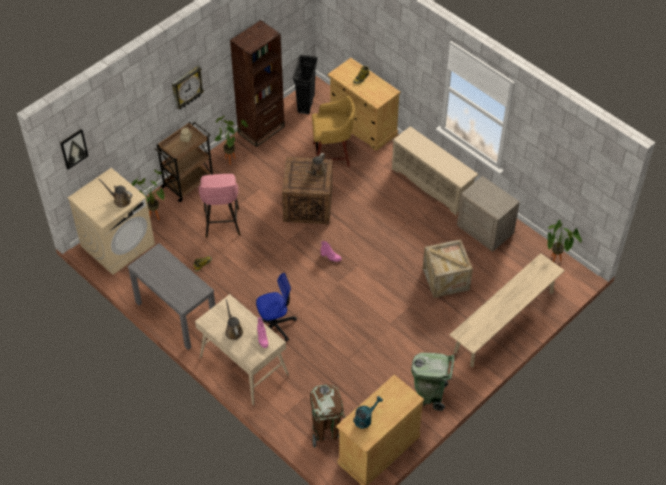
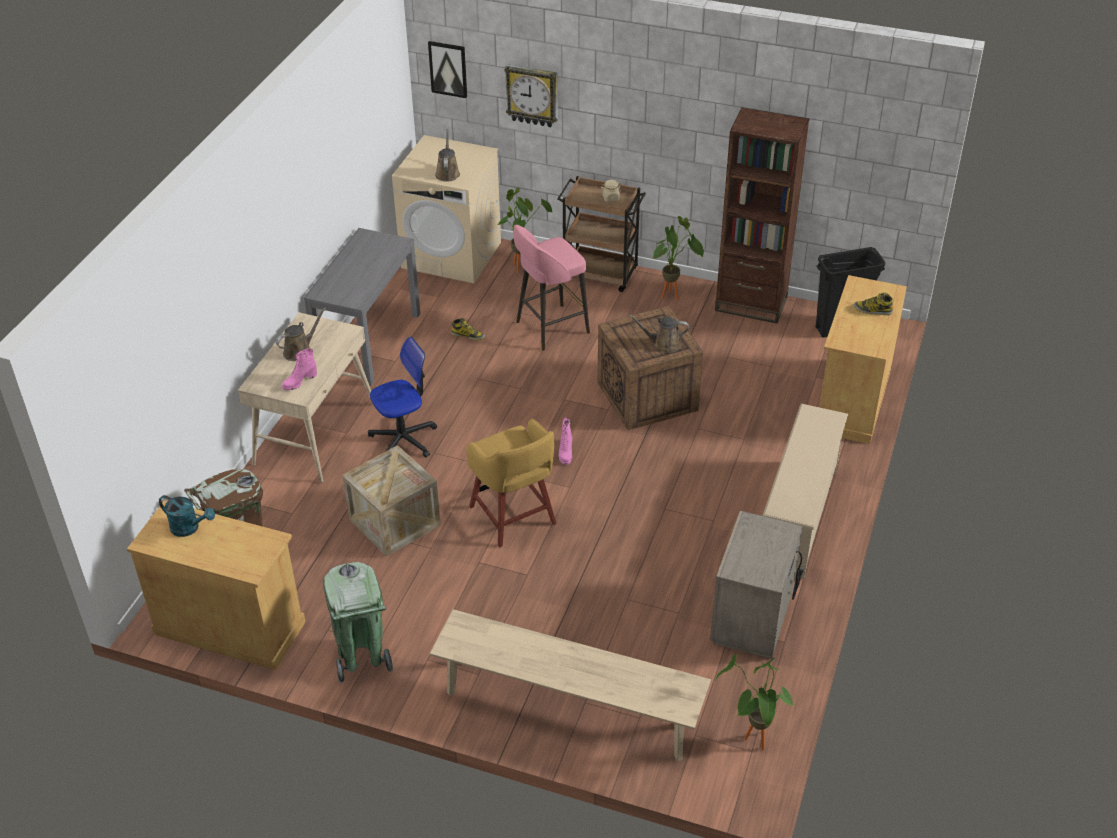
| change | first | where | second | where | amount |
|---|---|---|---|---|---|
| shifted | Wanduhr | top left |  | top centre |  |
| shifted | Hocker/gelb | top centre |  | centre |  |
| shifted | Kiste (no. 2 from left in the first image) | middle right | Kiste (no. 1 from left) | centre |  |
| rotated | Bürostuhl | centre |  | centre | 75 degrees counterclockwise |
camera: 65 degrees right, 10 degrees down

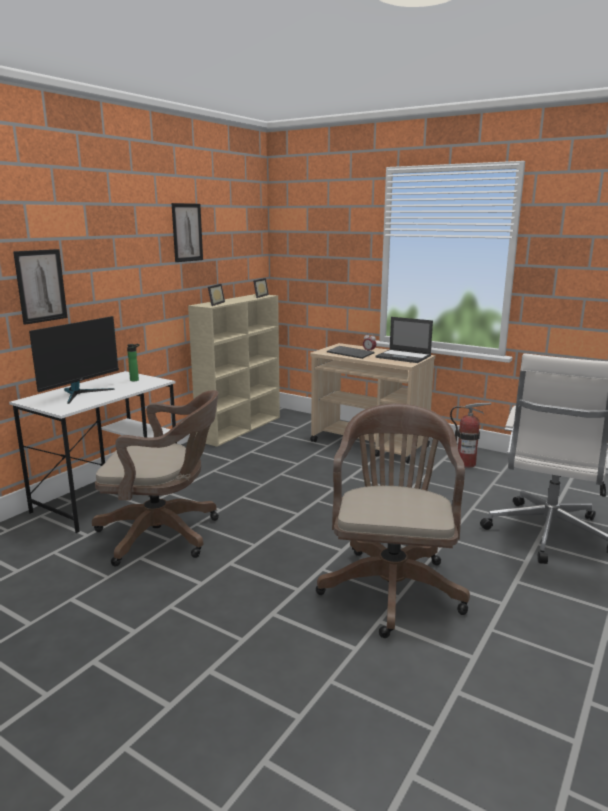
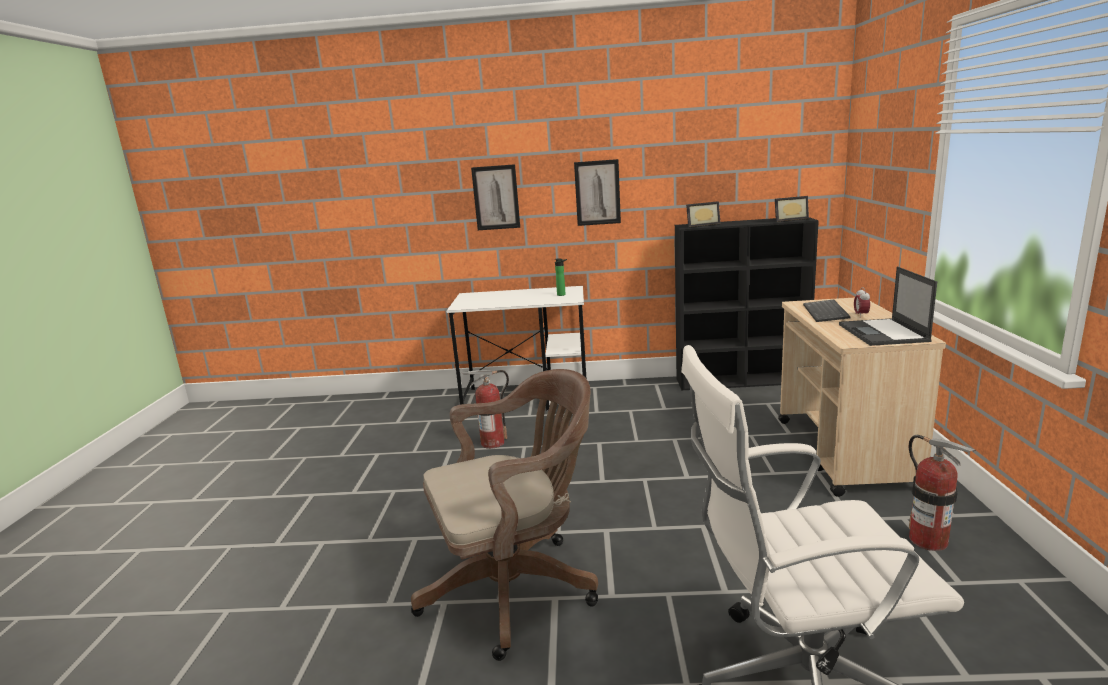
| change | first | where | second | where | amount |
|---|---|---|---|---|---|
| gone | Monitor | middle left |  |  |  |
| shifted | Bild (no. 2 from left) | top left |  | top centre |  |
| swapped | Bürostuhl/braun (no. 1 from left) | middle left | Feuerlöscher (no. 1 from left) | centre |  |
| repainted | Bücherregal/beige | centre | Bücherregal/schwarz | middle right |  |
camera: 60 degrees right, 0 degrees up

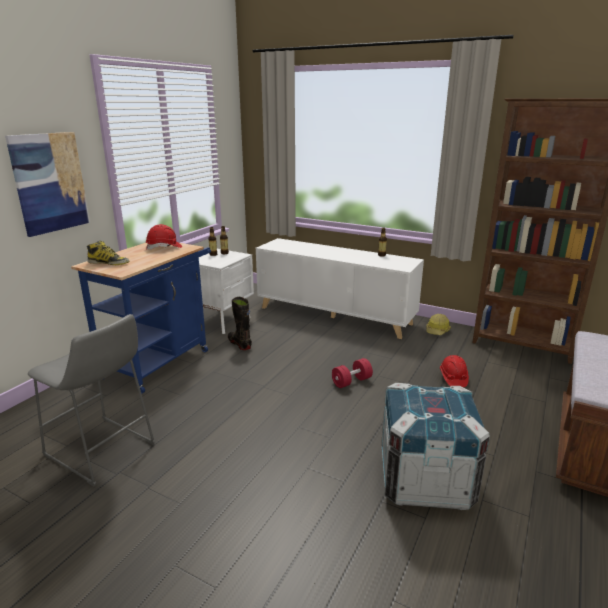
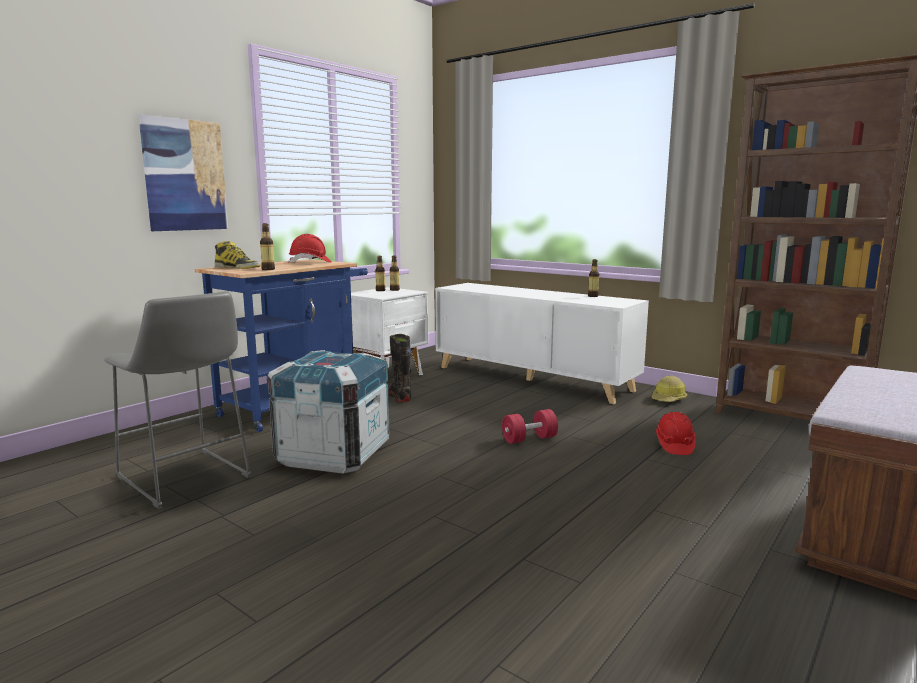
| change | first | where | second | where | amount |
|---|---|---|---|---|---|
| new |  |  | Flasche (no. 1 from left) | middle left |  |
| shifted | Kiste | bottom right |  | centre |  |
camera: 10 degrees right, 10 degrees down

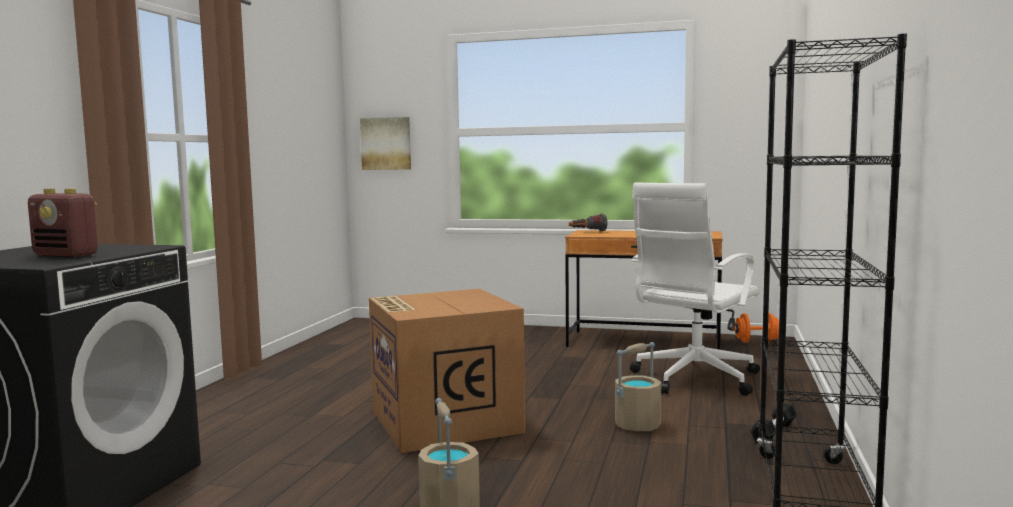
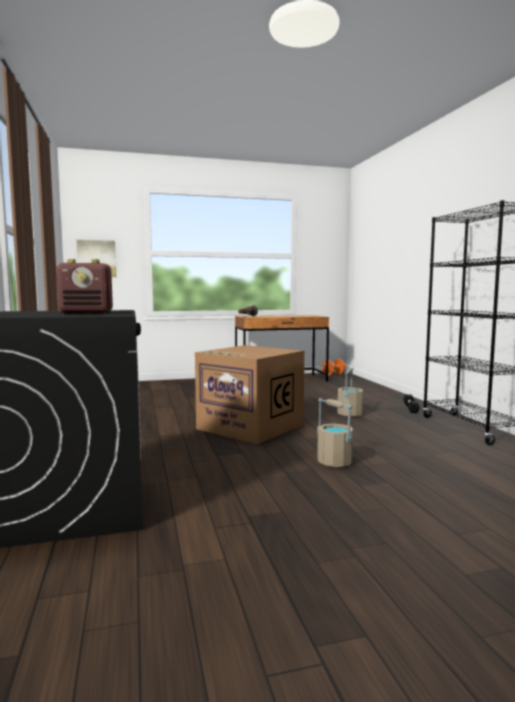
| change | first | where | second | where | amount |
|---|---|---|---|---|---|
| gone | Bürostuhl/weiß | middle right |  |  |  |
camera: 30 degrees left, 0 degrees up

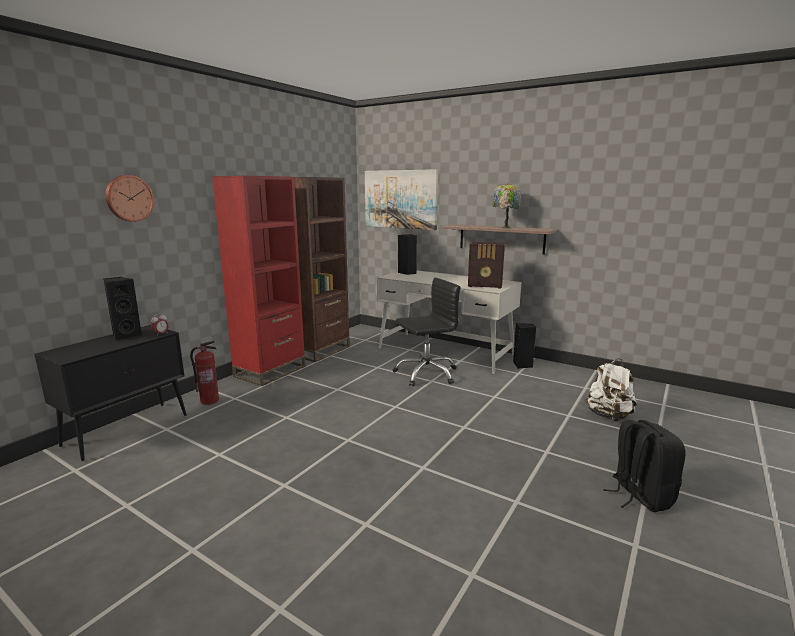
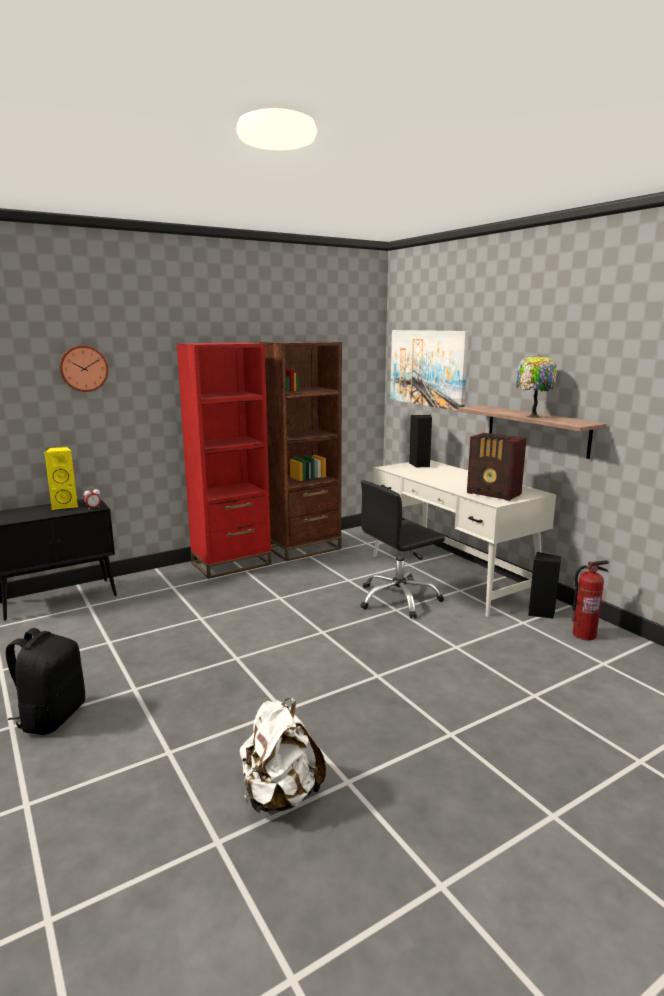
| change | first | where | second | where | amount |
|---|---|---|---|---|---|
| shifted | Feuerlöscher | middle left |  | middle right |  |
| shifted | Rucksack/weiß | middle right |  | bottom centre |  |
| shifted | Rucksack/schwarz | bottom right |  | bottom left |  |
| repainted | Lautsprecher/schwarz (no. 1 from left) | middle left | Lautsprecher/gelb | middle left |  |
| rotated | Bürostuhl/schwarz | centre |  | centre | 150 degrees clockwise |
camera: 25 degrees right, 0 degrees up

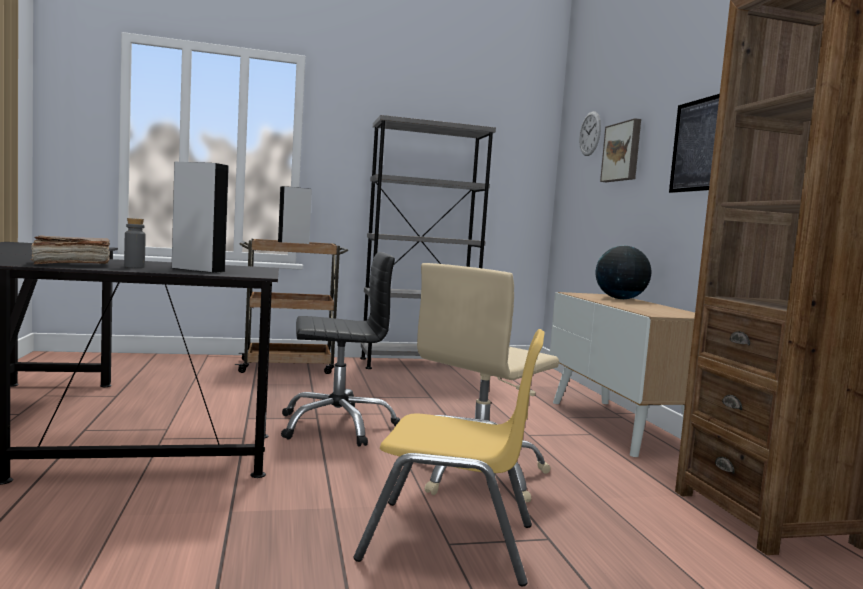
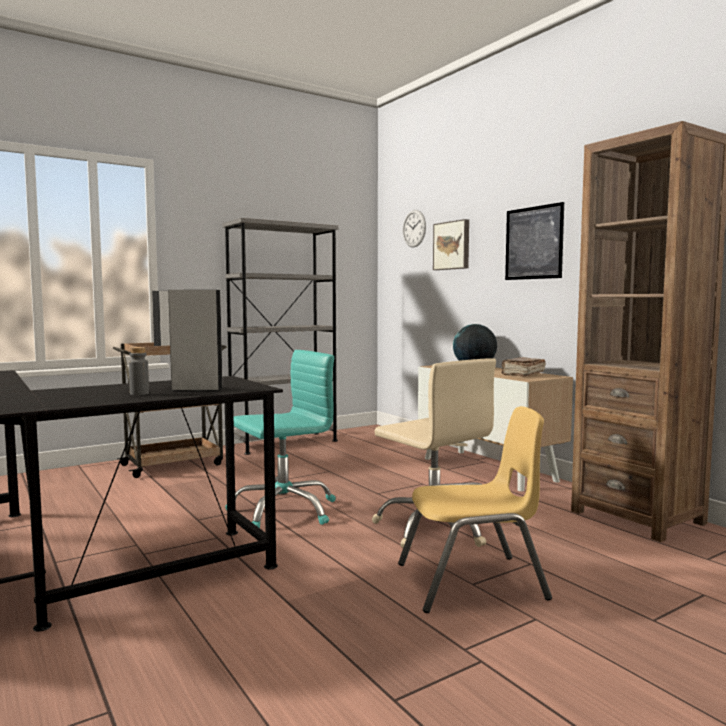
| change | first | where | second | where | amount |
|---|---|---|---|---|---|
| shifted | Buch/braun | middle left |  | middle right |  |
| repainted | Bürostuhl/schwarz | centre | Bürostuhl/türkis | centre |  |
| rotated | Bürostuhl/beige | centre |  | centre | 60 degrees counterclockwise |
camera: 20 degrees left, 0 degrees up

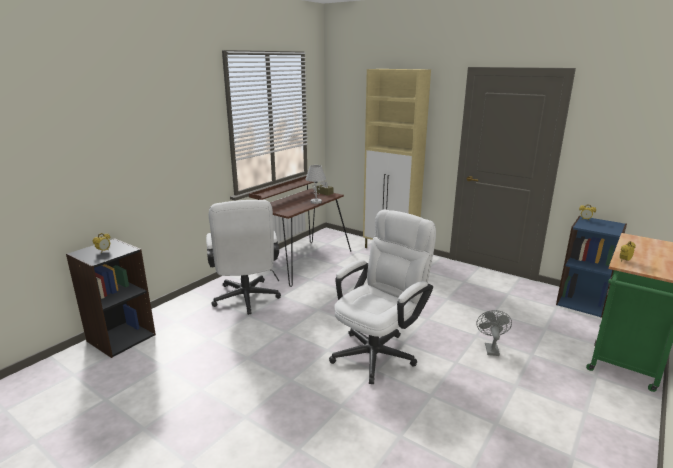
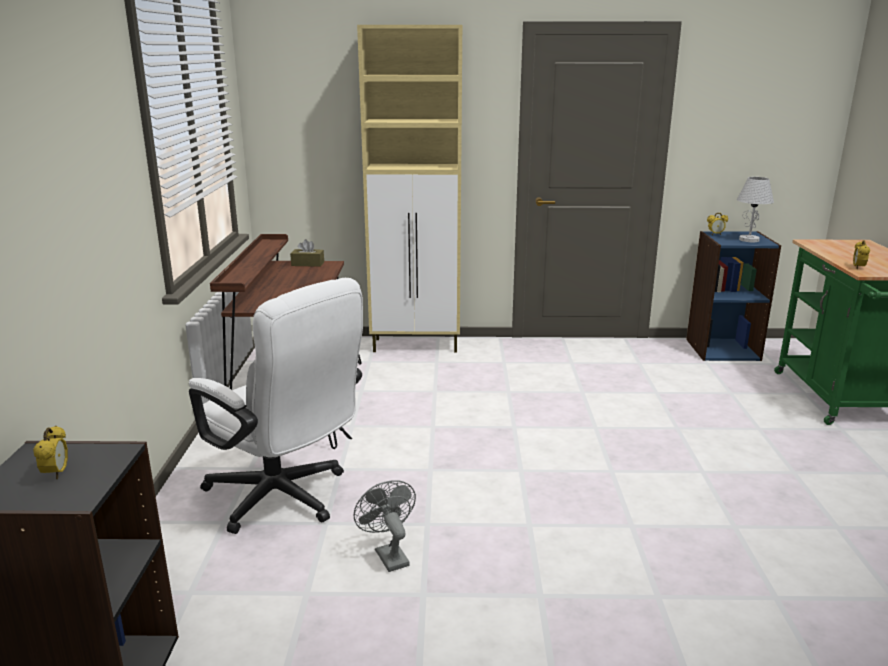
| change | first | where | second | where | amount |
|---|---|---|---|---|---|
| gone | Bürostuhl/weiß (no. 2 from left) | centre |  |  |  |
| shifted | Tischlampe/weiß | centre |  | top right |  |
| shifted | Ventilator/grau | bottom right |  | bottom centre |  |
camera: 35 degrees left, 0 degrees up

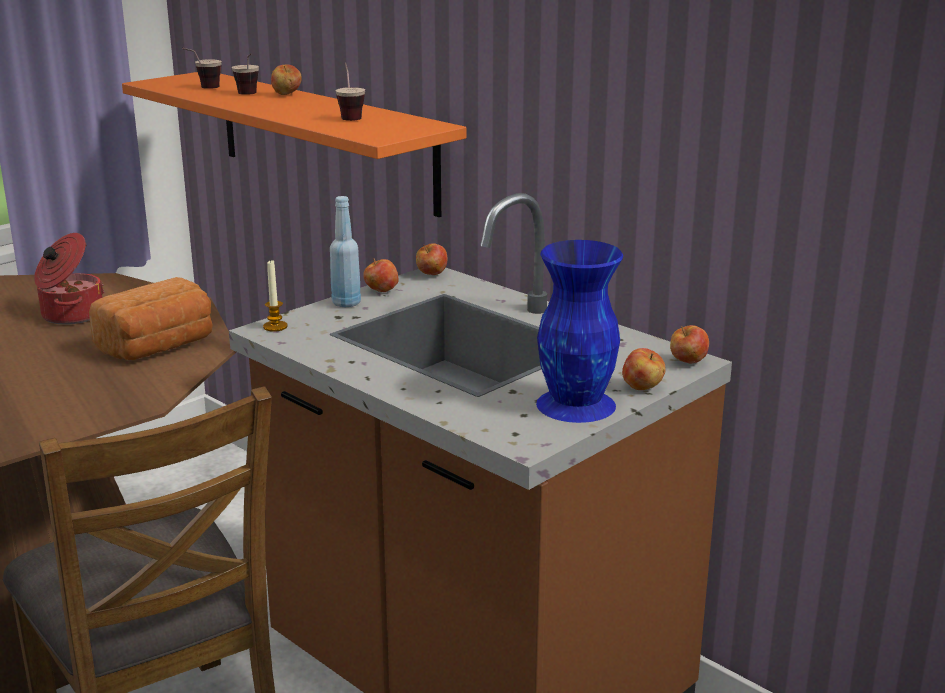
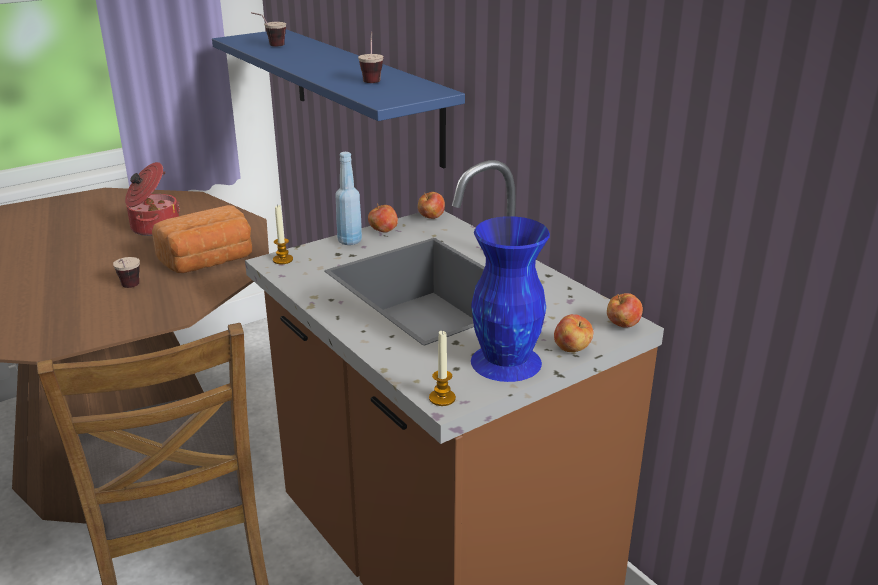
| change | first | where | second | where | amount |
|---|---|---|---|---|---|
| gone | Apfel (no. 1 from left) | top left |  |  |  |
| new |  |  | Kerze (no. 2 from left) | centre |  |
| shifted | Tasse (no. 2 from left in the first image) | top left | Tasse (no. 1 from left) | middle left |  |
| repainted | Wandregal/orange | top left | Wandregal/blau | top centre |  |
camera: 10 degrees right, 5 degrees up

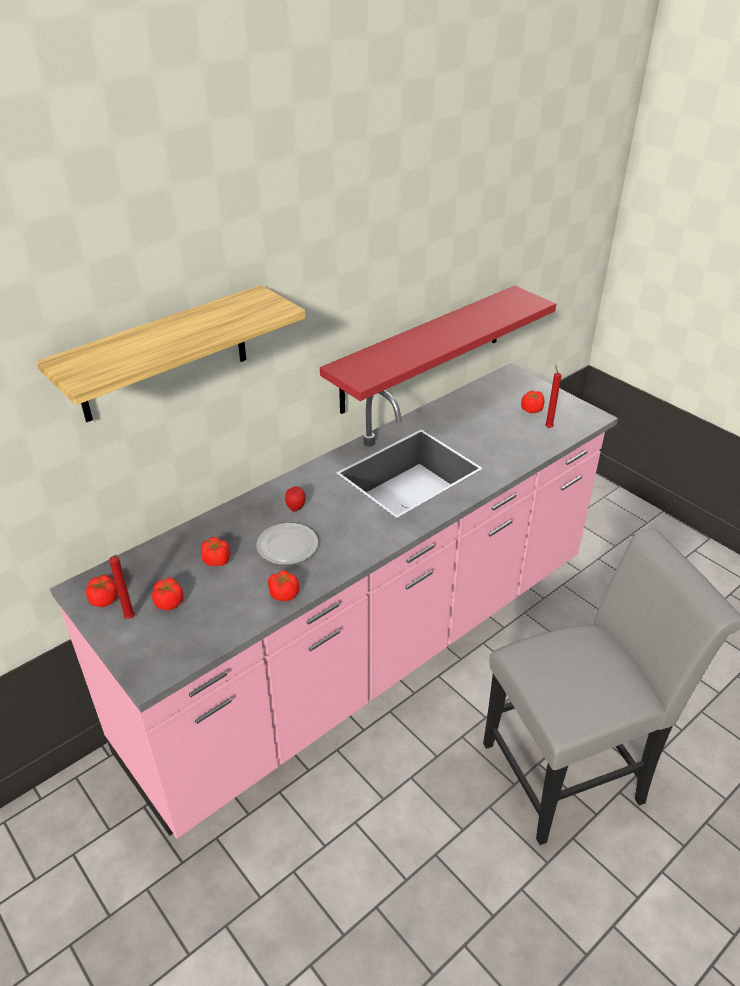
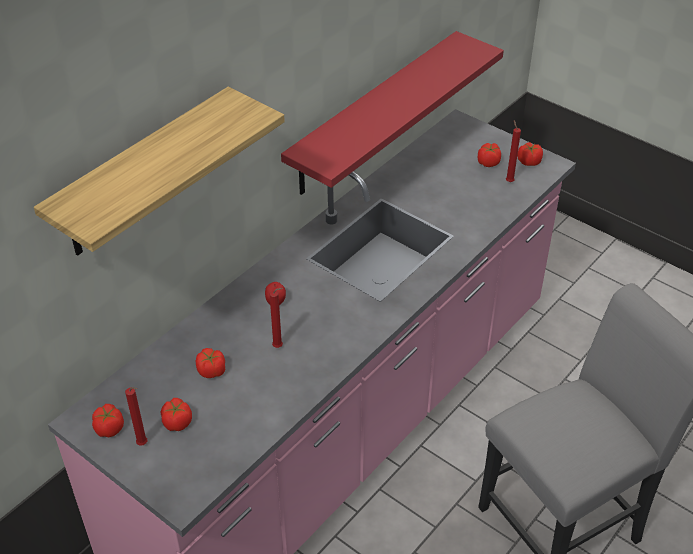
| change | first | where | second | where | amount |
|---|---|---|---|---|---|
| shifted | Tomate (no. 4 from left in the first image) | centre | Tomate (no. 5 from left) | top right |  |
| swapped | Teller | centre | Kerze/rot (no. 2 from left) | centre |  |
camera: 10 degrees left, 5 degrees up

